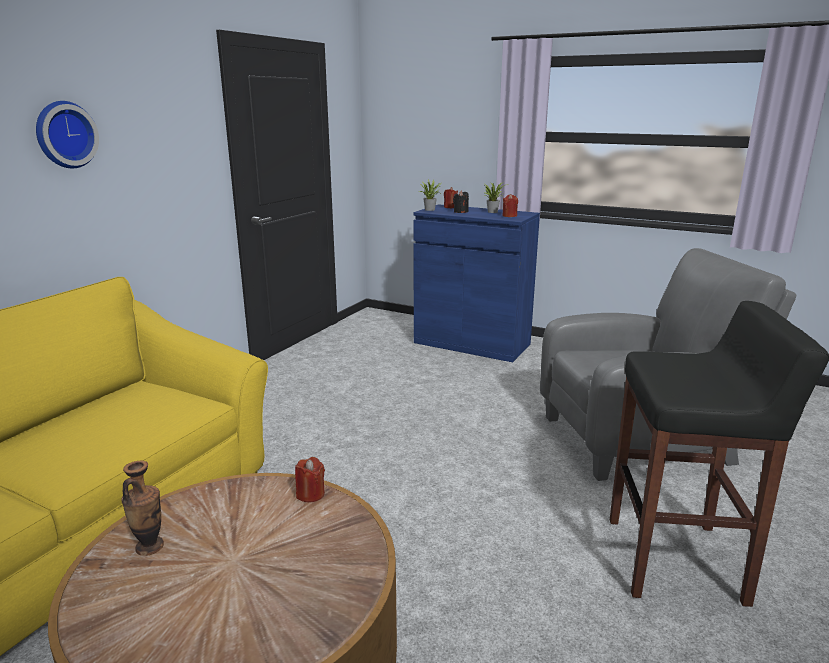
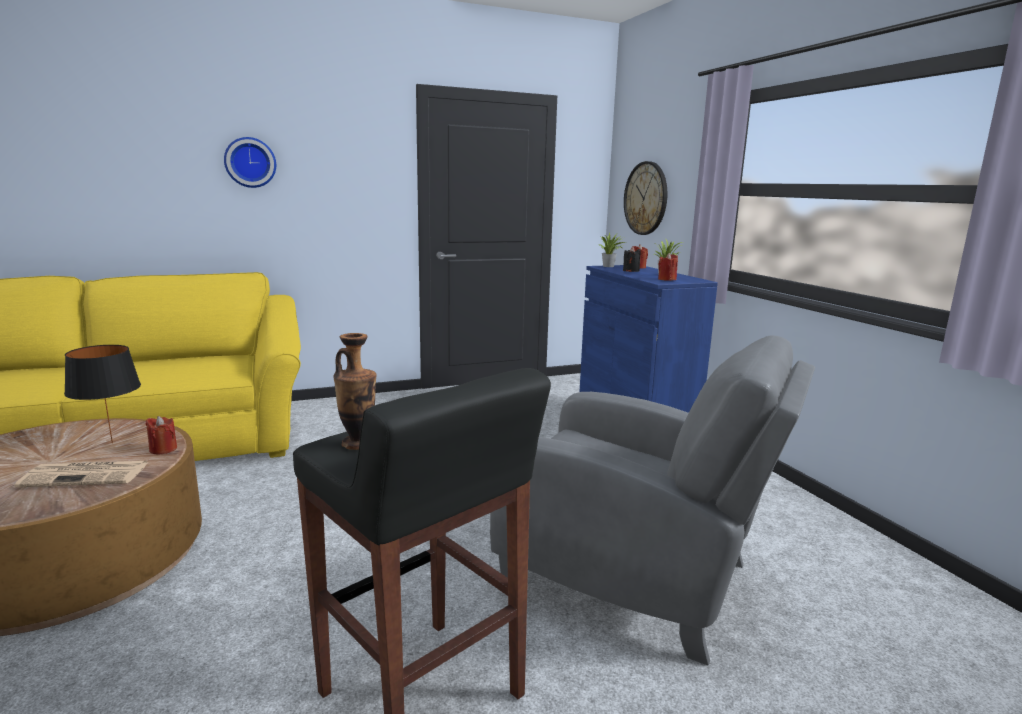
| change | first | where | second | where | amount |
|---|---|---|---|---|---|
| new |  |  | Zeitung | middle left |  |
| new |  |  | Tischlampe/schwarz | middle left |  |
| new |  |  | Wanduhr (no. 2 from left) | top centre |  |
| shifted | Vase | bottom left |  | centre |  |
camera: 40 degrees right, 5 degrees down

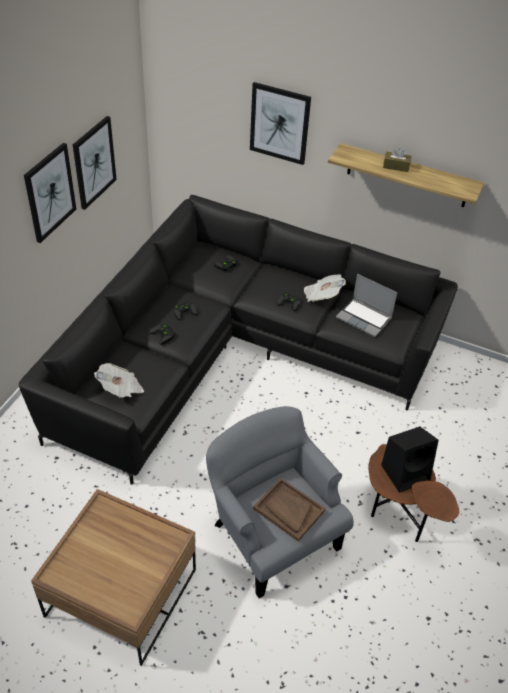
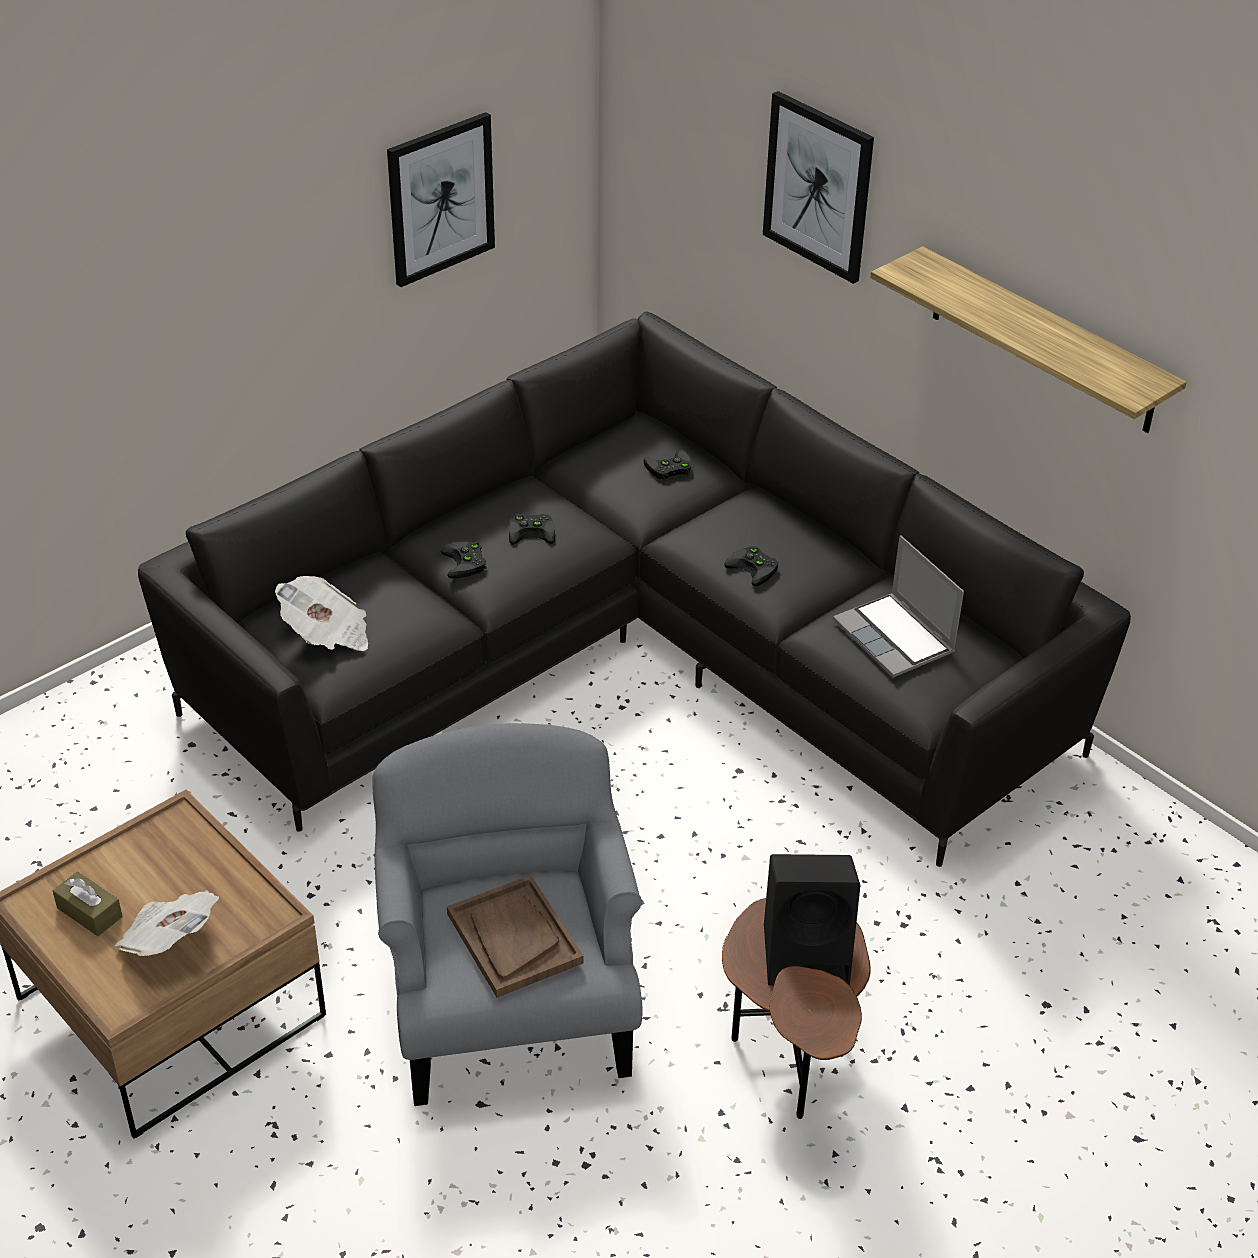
| change | first | where | second | where | amount |
|---|---|---|---|---|---|
| gone | Bild (no. 1 from left) | top left |  |  |  |
| shifted | Zeitung (no. 2 from left in the first image) | centre | Zeitung (no. 1 from left) | bottom left |  |
| shifted | Taschentuchbox/braun | top right |  | bottom left |  |
camera: 25 degrees right, 5 degrees down

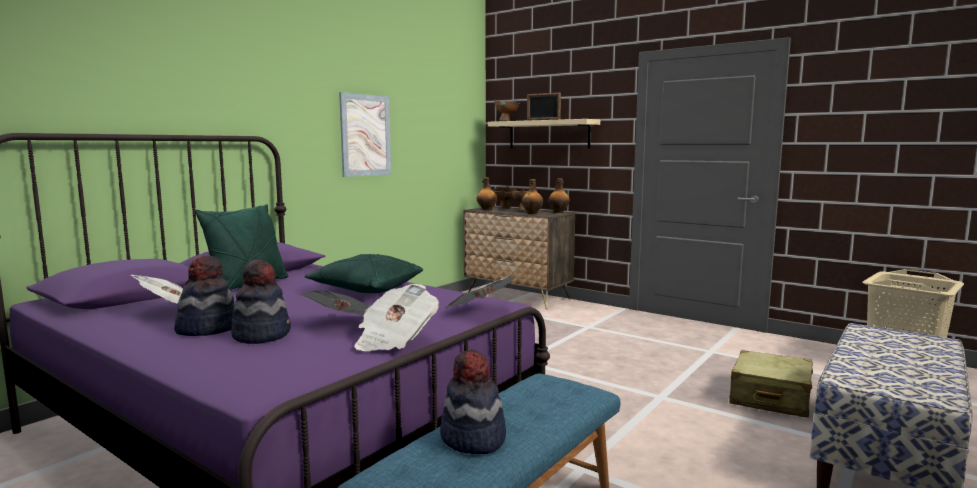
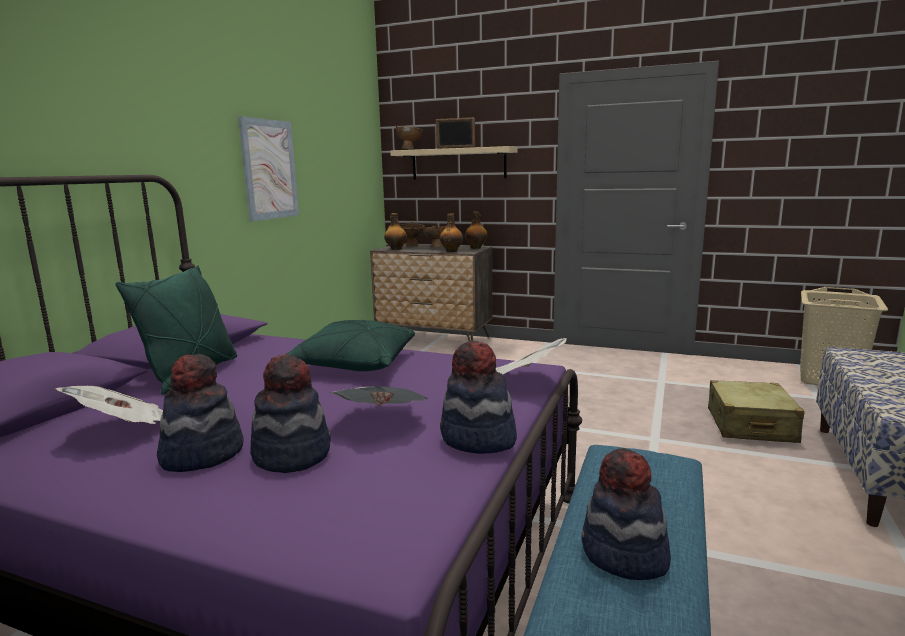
| change | first | where | second | where | amount |
|---|---|---|---|---|---|
| swapped | Zeitung (no. 3 from left) | centre | Hut (no. 3 from left) | centre |  |
camera: 15 degrees left, 5 degrees up

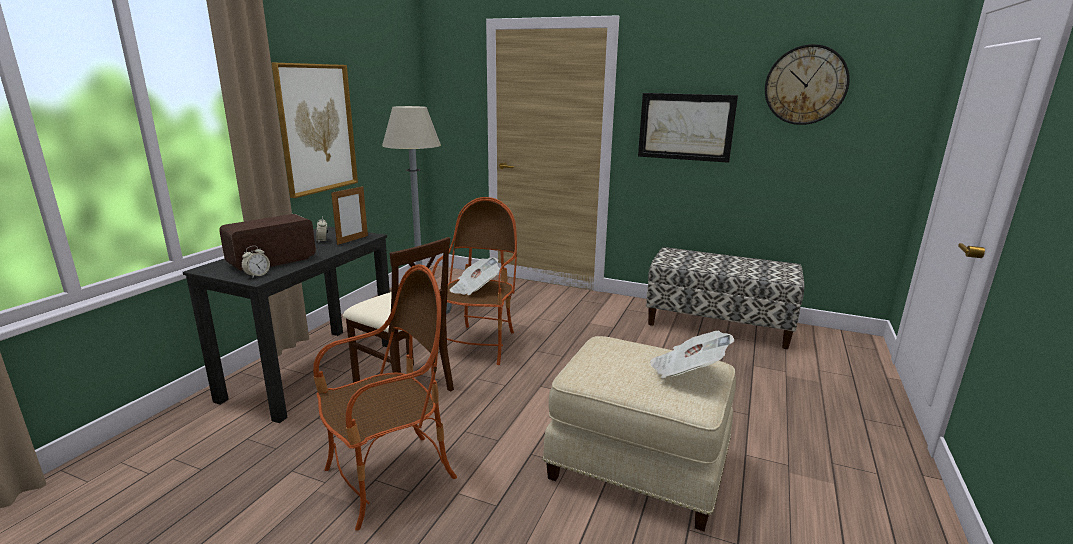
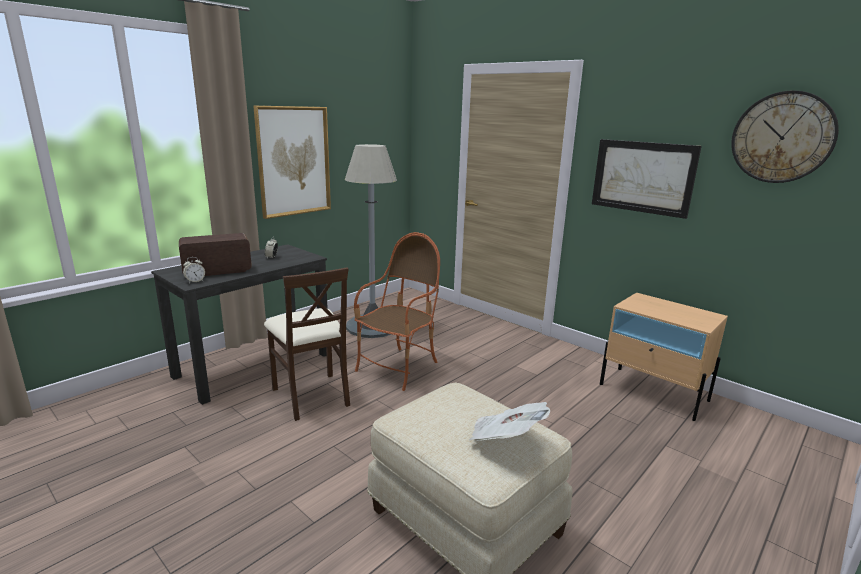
| change | first | where | second | where | amount |
|---|---|---|---|---|---|
| gone | Sessel (no. 1 from left) | bottom centre |  |  |  |
| gone | Bilderrahmen | middle left |  |  |  |
| gone | Zeitung (no. 1 from left) | centre |  |  |  |
| swapped | Bank | middle right | Nachttisch/beige | middle right |  |
camera: 20 degrees right, 0 degrees up

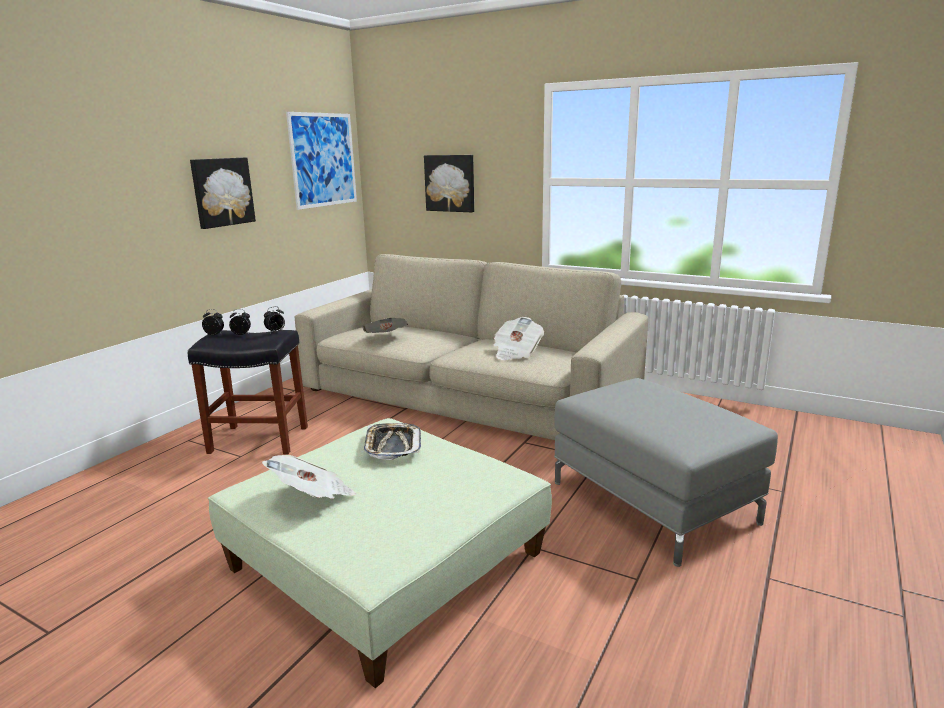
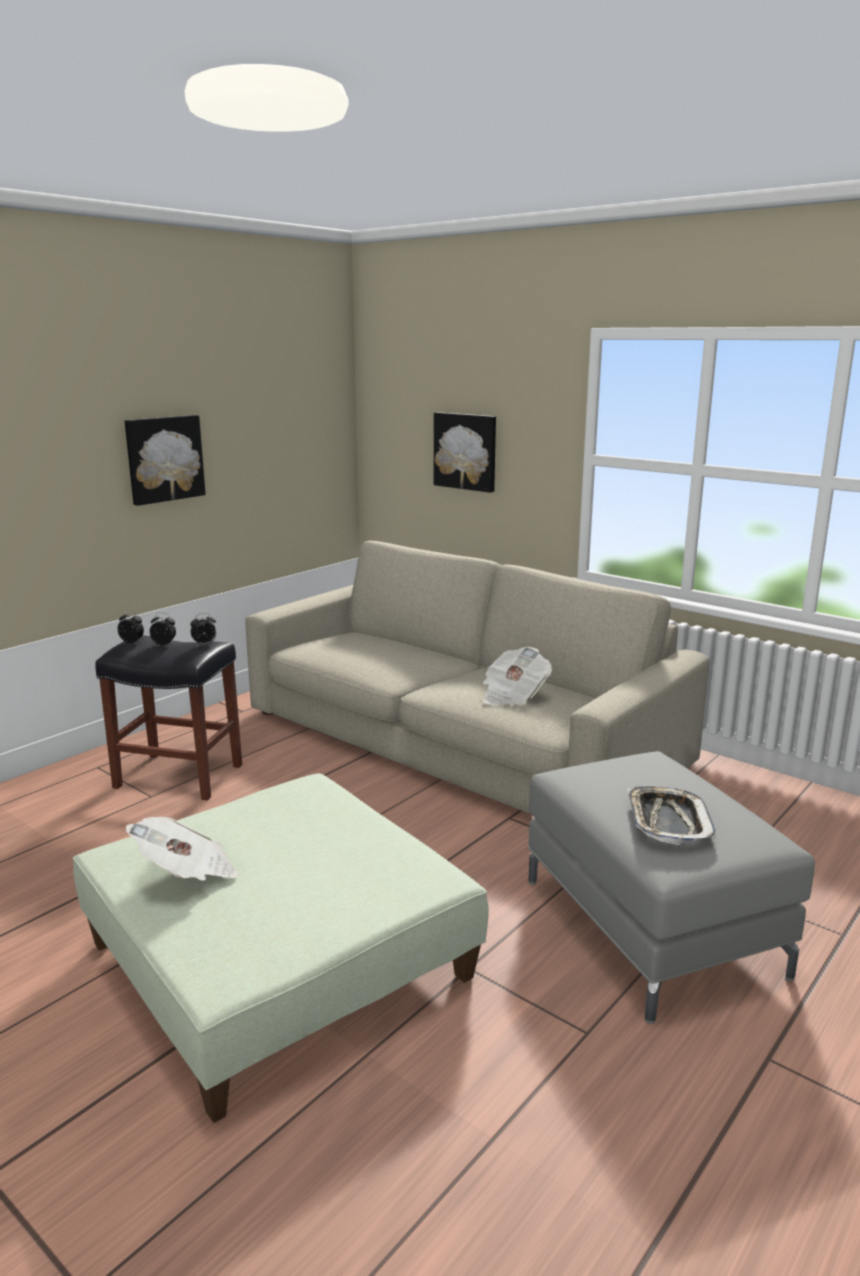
| change | first | where | second | where | amount |
|---|---|---|---|---|---|
| gone | Bild (no. 2 from left) | top centre |  |  |  |
| gone | Zeitung (no. 2 from left) | centre |  |  |  |
| shifted | Tablett | centre |  | middle right |  |
camera: 10 degrees right, 0 degrees up

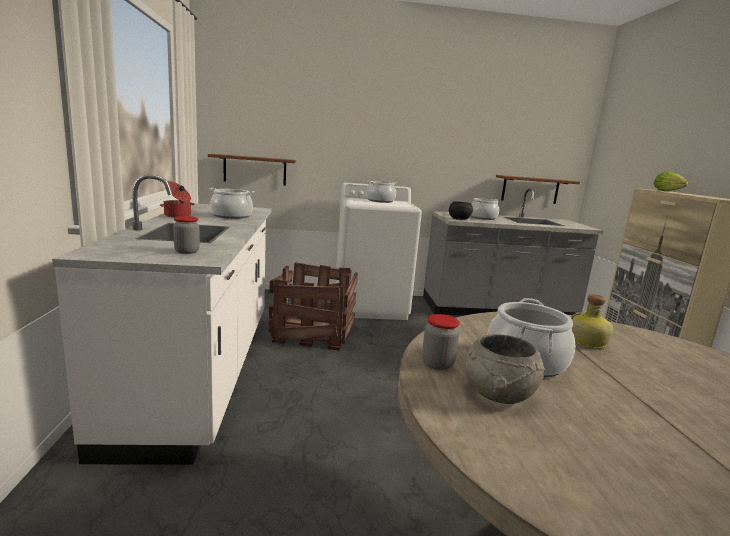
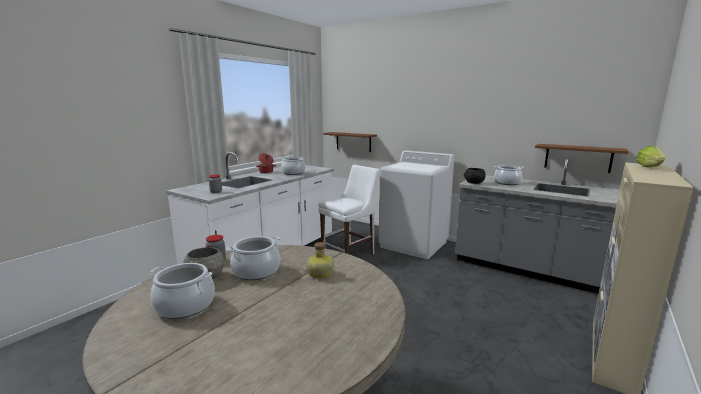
| change | first | where | second | where | amount |
|---|---|---|---|---|---|
| shifted | Kochtopf (no. 3 from left in the first image) | centre | Kochtopf (no. 1 from left) | bottom left |  |
| swapped | Kiste | centre | Stuhl/weiß | centre |  |
camera: 40 degrees right, 0 degrees up

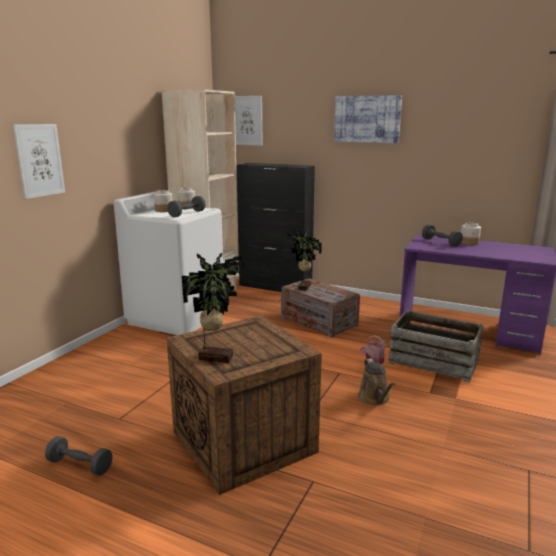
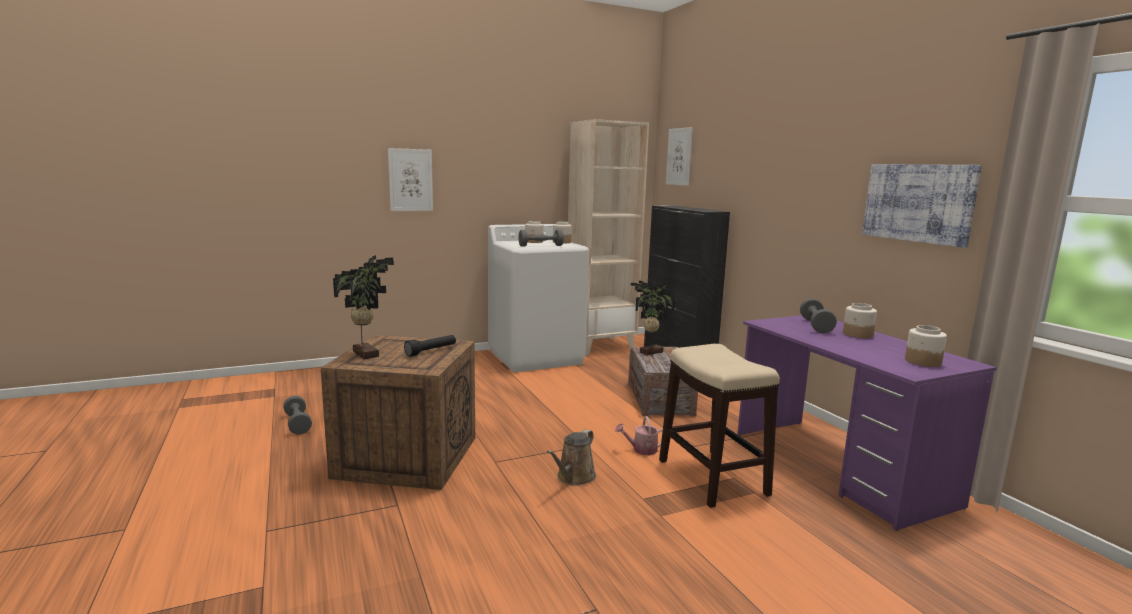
| change | first | where | second | where | amount |
|---|---|---|---|---|---|
| new |  |  | Taschenlampe/schwarz | centre |  |
| new |  |  | Vorratsglas (no. 4 from left) | middle right |  |
| shifted | Bild (no. 3 from left) | top centre |  | middle right |  |
| swapped | Kiste (no. 3 from left) | middle right | Hocker | bottom centre |  |
camera: 40 degrees right, 5 degrees down

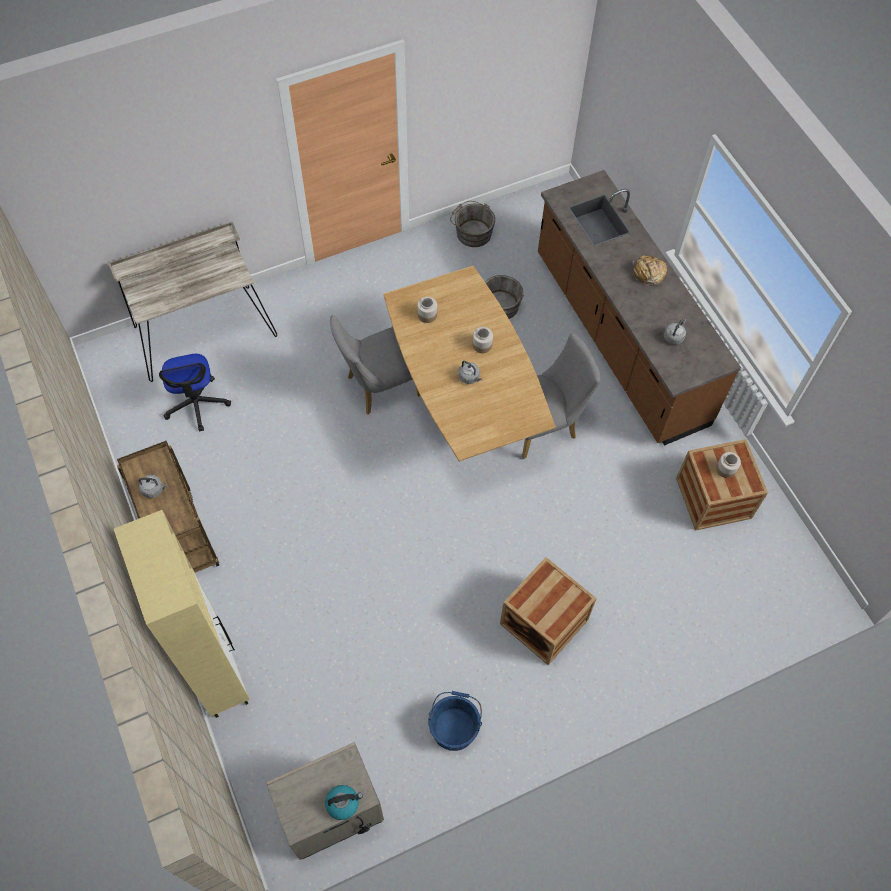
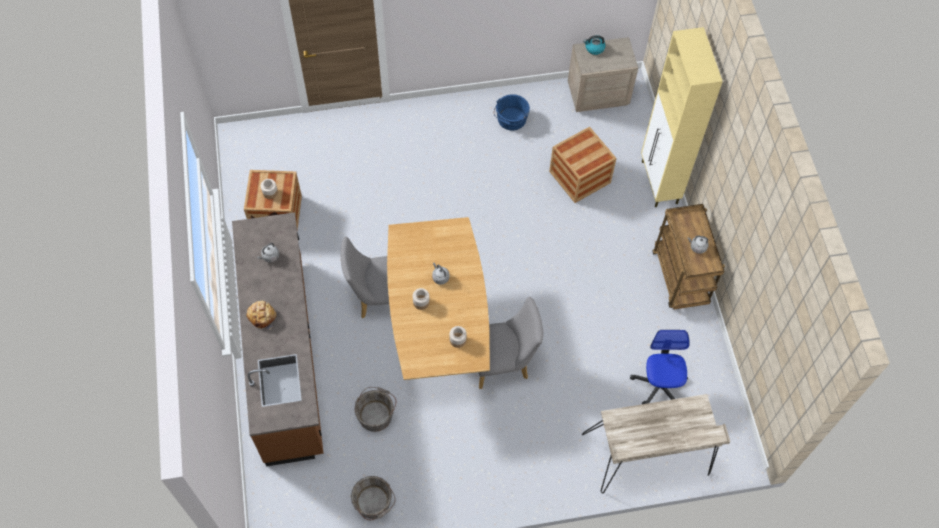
| change | first | where | second | where | amount |
|---|---|---|---|---|---|
| shifted | Kiste (no. 1 from left in the first image) | bottom centre | Kiste (no. 2 from left) | top centre |  |
camera: 165 degrees left, 0 degrees up

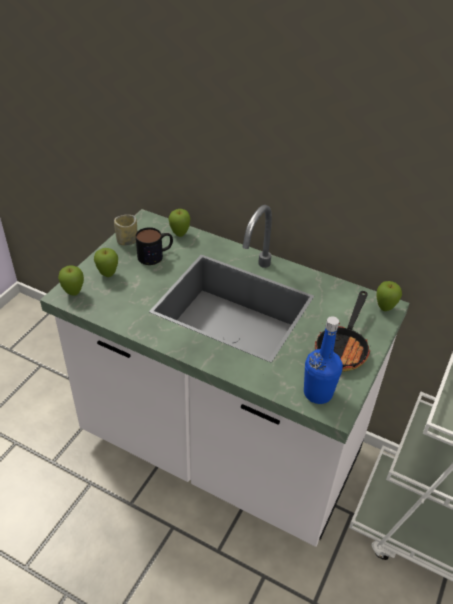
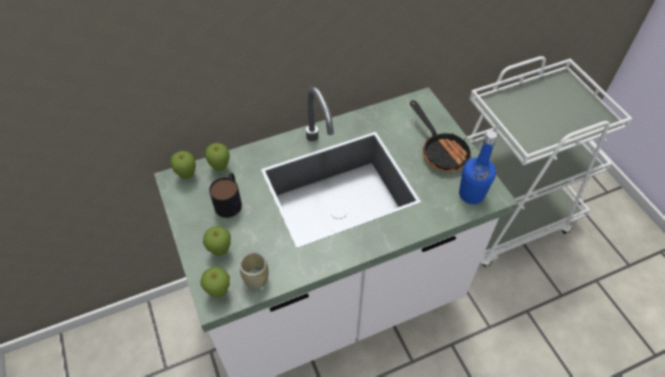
| change | first | where | second | where | amount |
|---|---|---|---|---|---|
| shifted | Tasse | middle left |  | bottom centre |  |
| shifted | Apfel (no. 4 from left in the first image) | middle right | Apfel (no. 1 from left) | middle left |  |
camera: 50 degrees left, 10 degrees up

